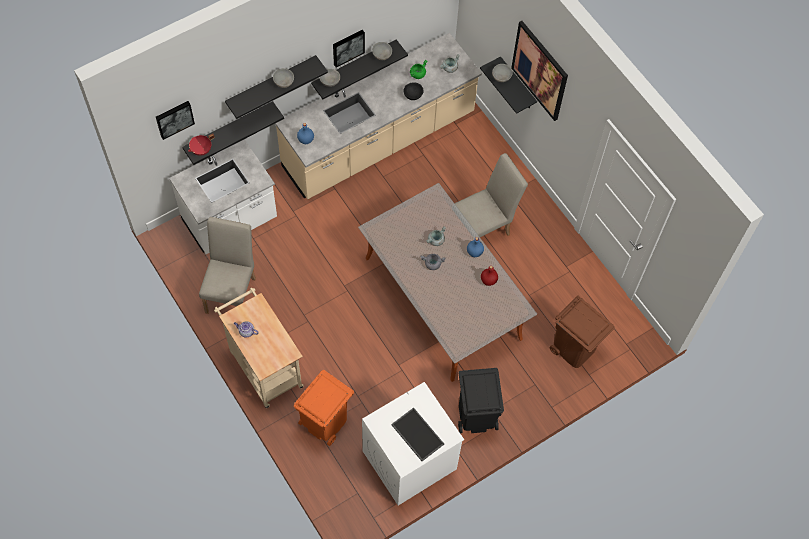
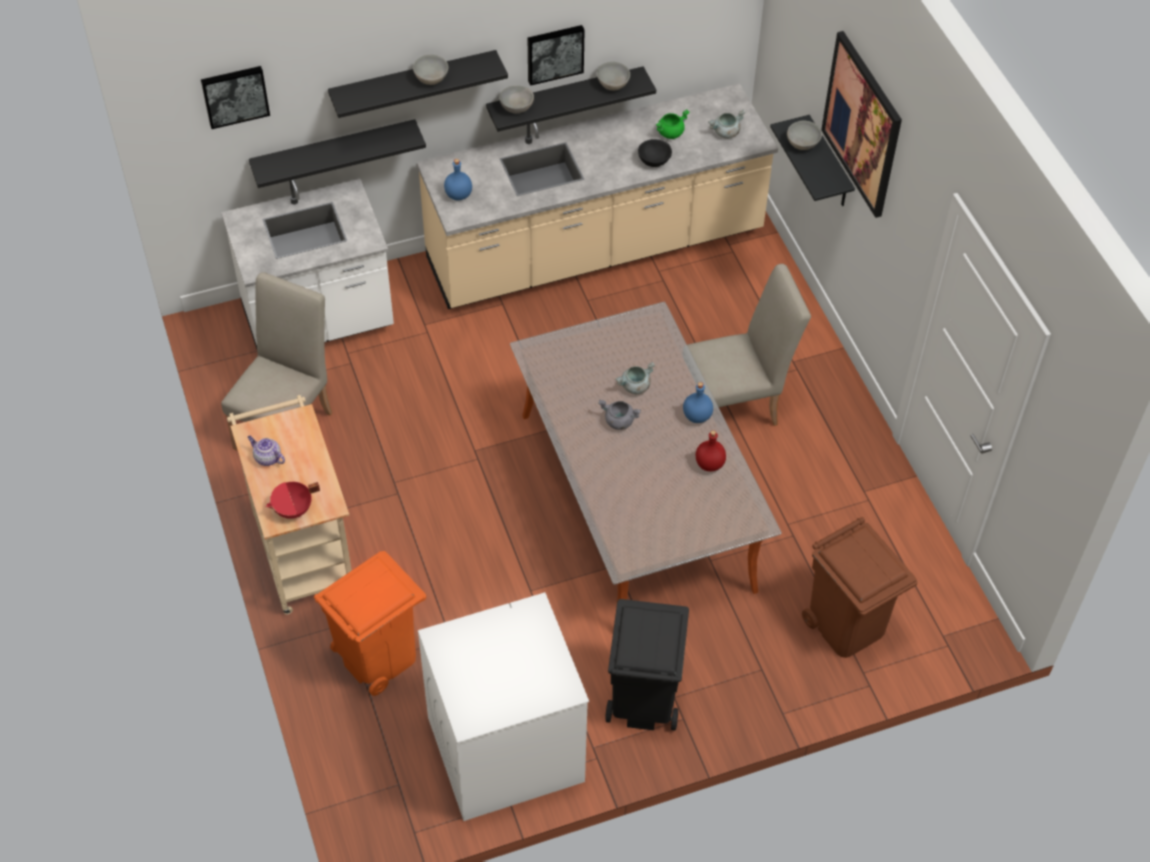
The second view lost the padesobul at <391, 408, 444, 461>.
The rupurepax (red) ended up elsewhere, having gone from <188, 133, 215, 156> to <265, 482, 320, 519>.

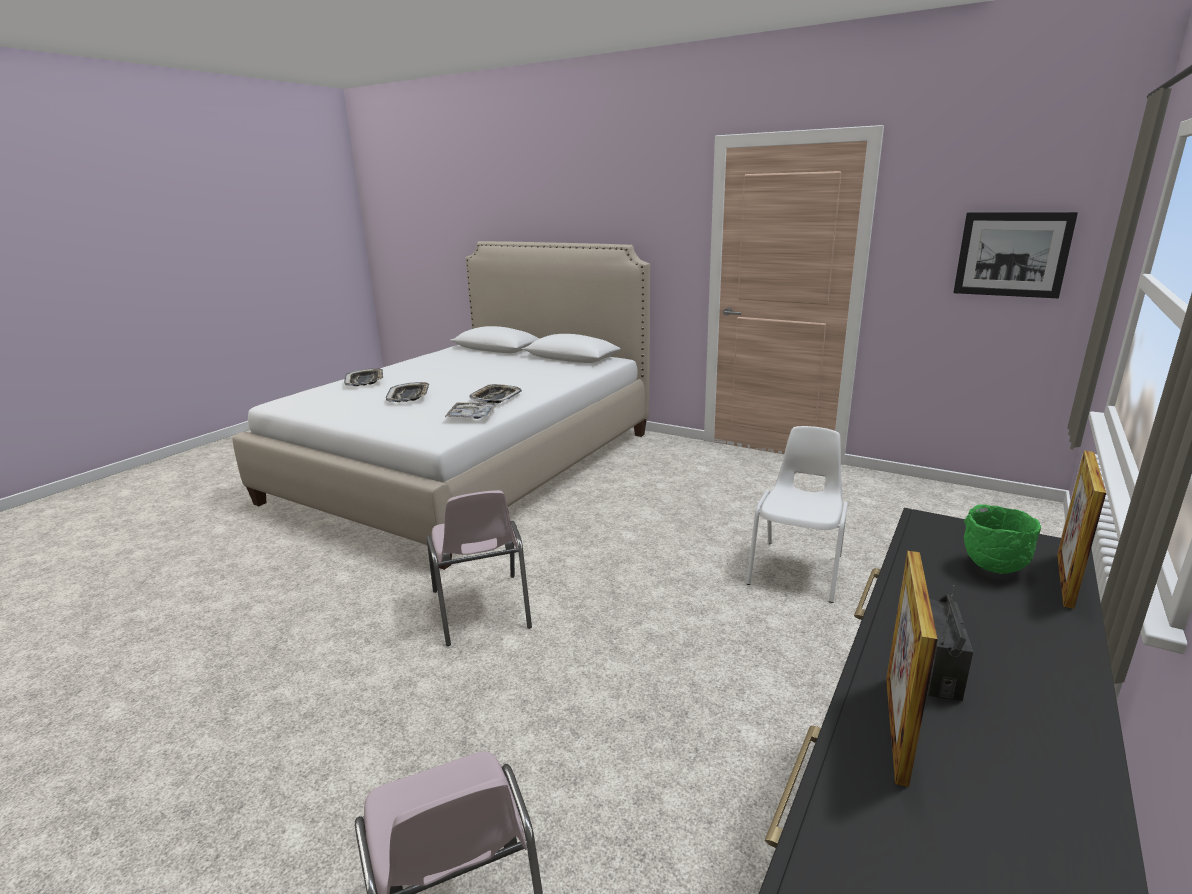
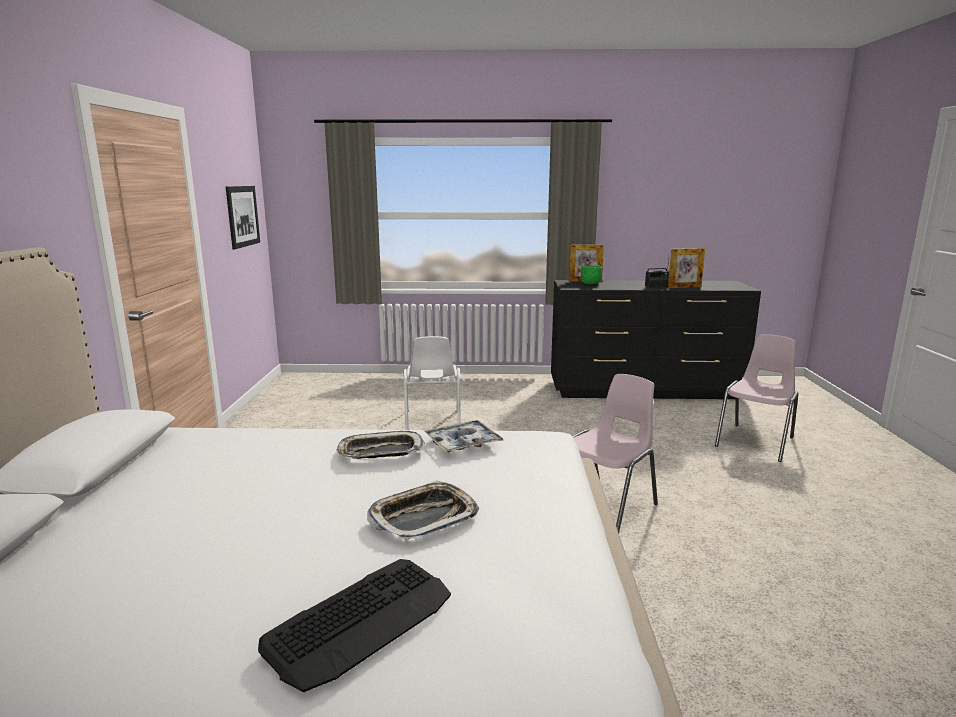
Where the padesobul stood at <344, 368, 383, 386>, the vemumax came to stand at <258, 559, 451, 692>.
The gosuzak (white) at <746, 426, 848, 603> ended up facing another way, 90 degrees counterclockwise from before.

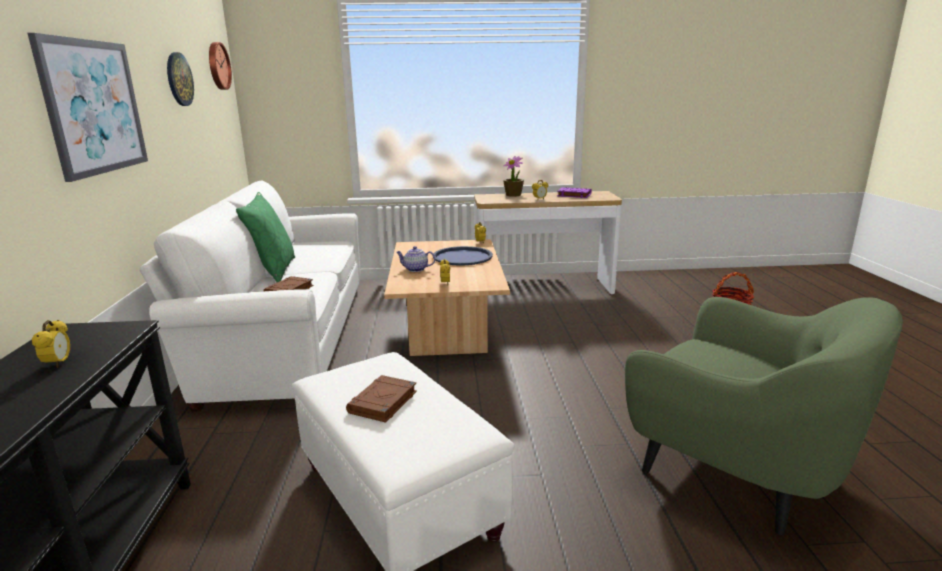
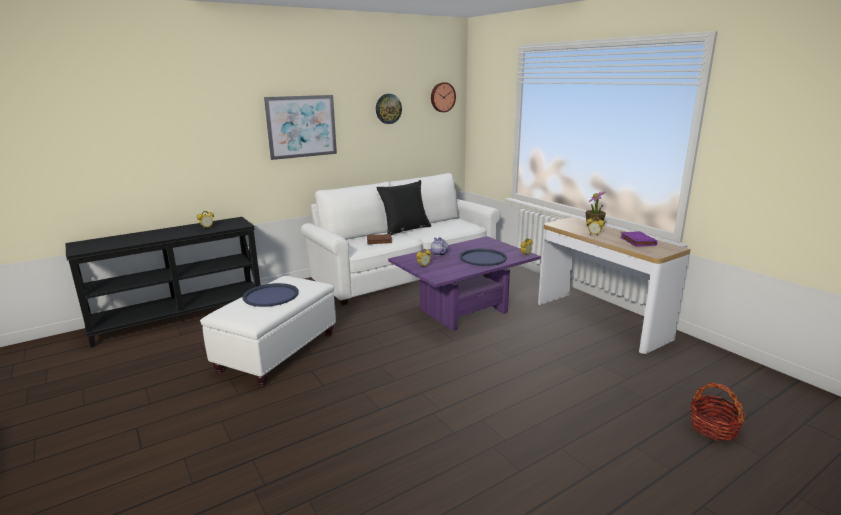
The second view lost the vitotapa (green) at <625, 297, 903, 535>.
Where the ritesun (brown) stood at <346, 375, 417, 423>, the padesobul (blue) came to stand at <242, 283, 299, 307>.
What was the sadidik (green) at <236, 192, 295, 282> turned into the sadidik (black) at <376, 180, 431, 235>.
What was the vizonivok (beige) at <384, 239, 510, 356> turned into the vizonivok (purple) at <388, 236, 541, 331>.

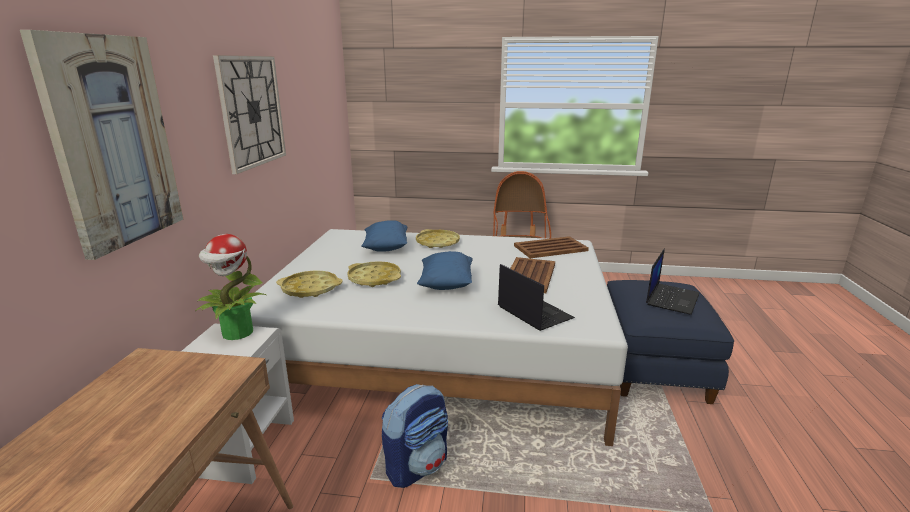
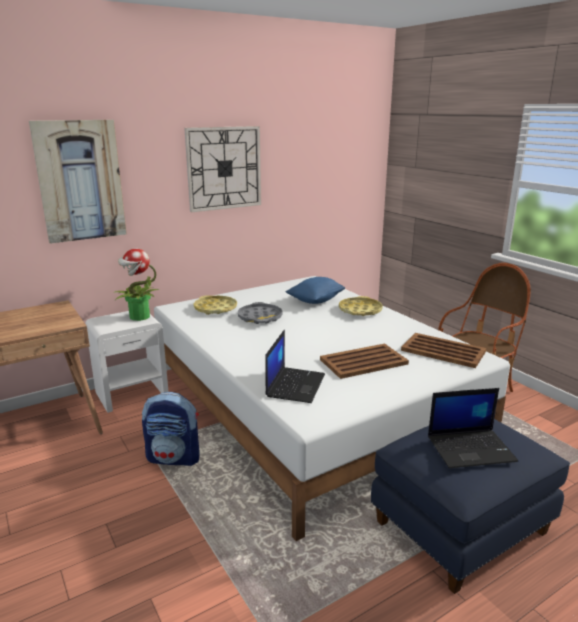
The second view lost the sadidik (blue) at <417, 251, 473, 290>.
What was the padesobul (yellow) at <347, 261, 401, 287> turned into the padesobul (grey) at <238, 302, 283, 324>.

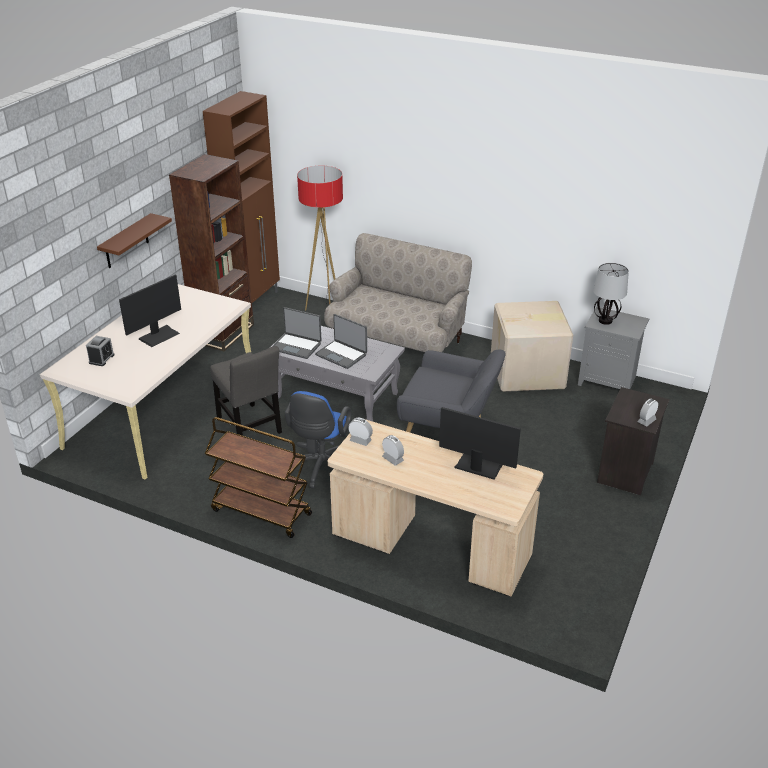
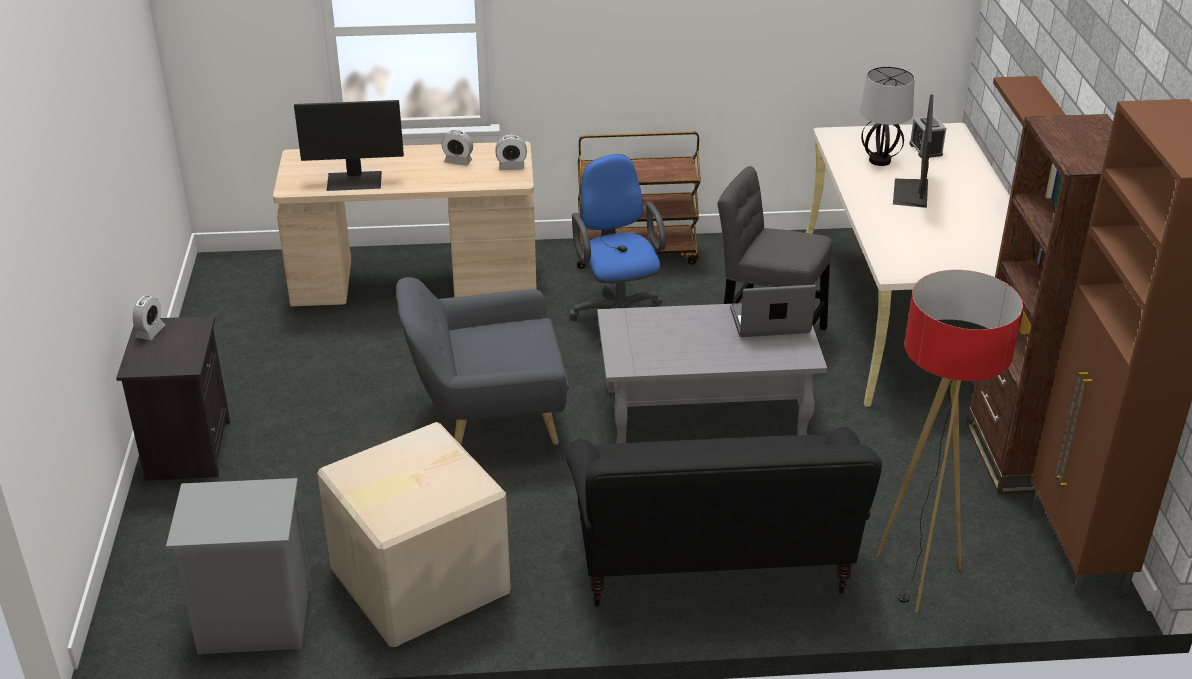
The second view lost the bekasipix at <315, 314, 367, 369>.
The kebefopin ended up elsewhere, having gone from <593, 263, 629, 325> to <859, 66, 915, 166>.
What was the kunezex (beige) at <324, 233, 472, 352> turned into the kunezex (black) at <566, 427, 882, 606>.

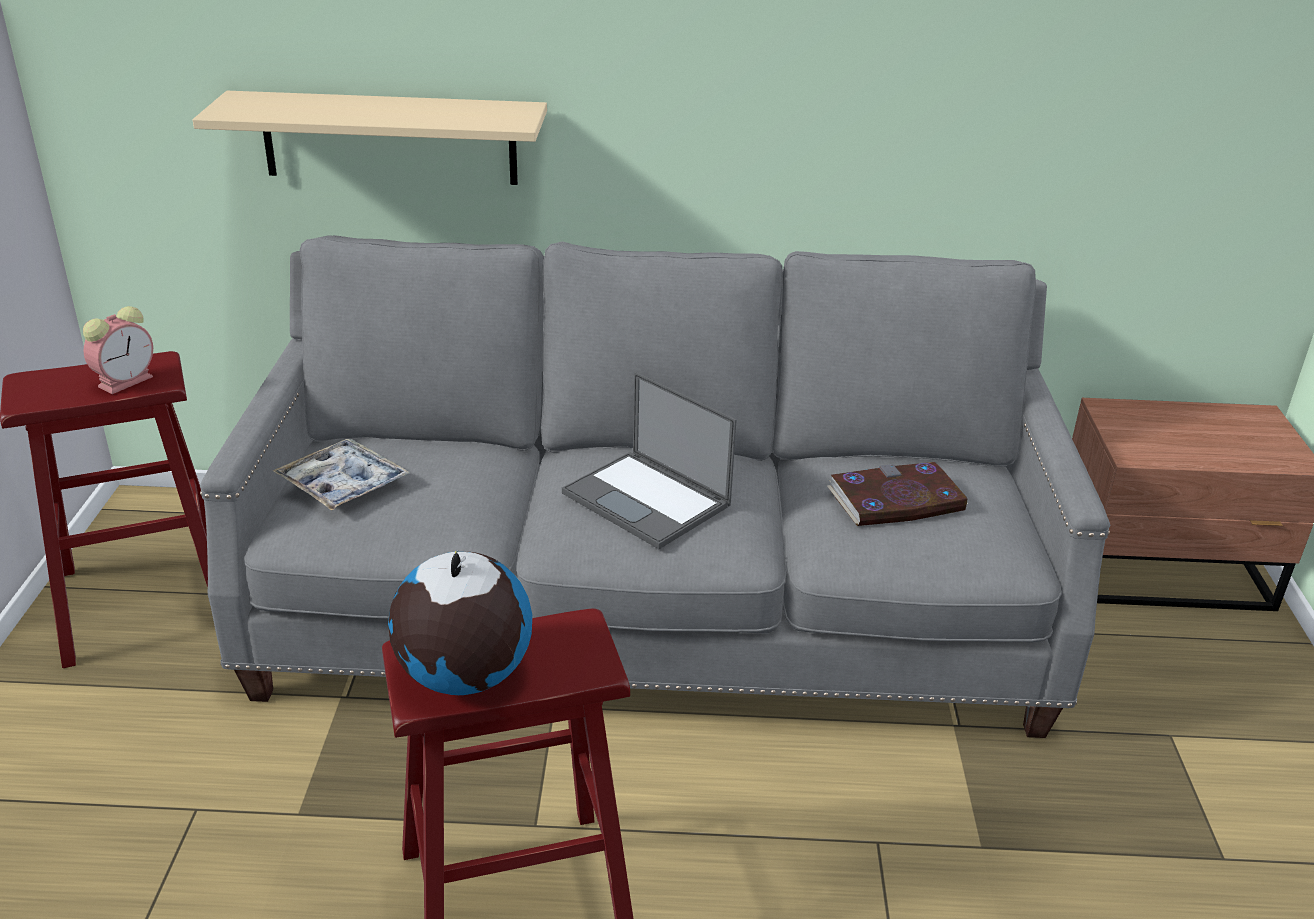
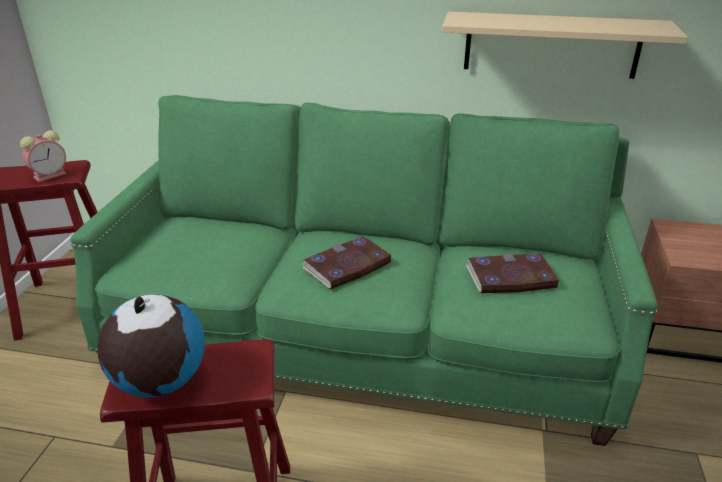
The second view lost the padesobul at <273, 439, 410, 511>.
The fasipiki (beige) ended up elsewhere, having gone from <193, 91, 547, 185> to <442, 12, 688, 79>.
Where the bekasipix stood at <562, 372, 737, 549>, the ritesun came to stand at <302, 237, 391, 289>.
What was the kunezex (grey) at <200, 235, 1111, 738> turned into the kunezex (green) at <70, 95, 658, 446>.

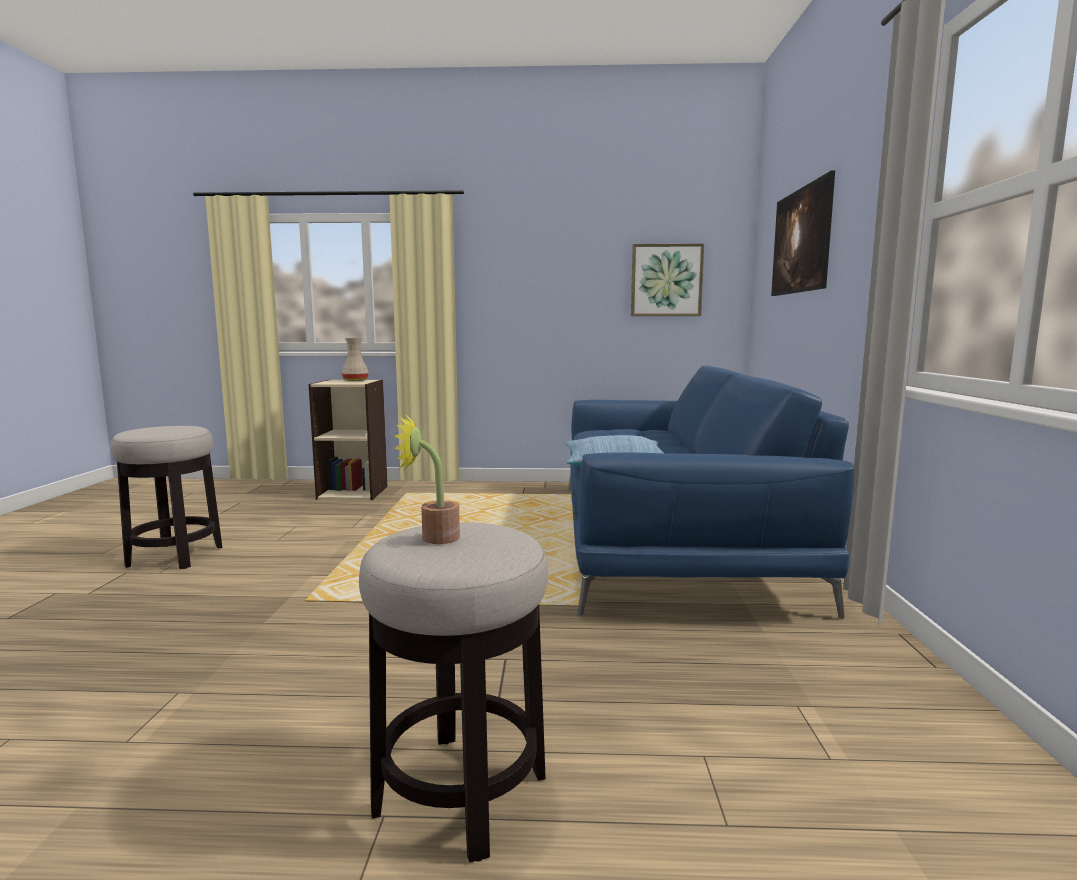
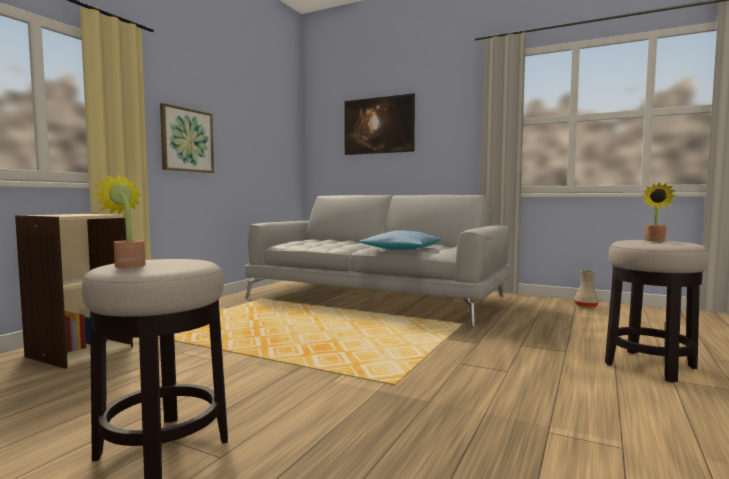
The second view gained the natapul at <93, 173, 146, 268>.
The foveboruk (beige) ended up elsewhere, having gone from <342, 338, 369, 381> to <574, 270, 599, 308>.
The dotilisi ended up elsewhere, having gone from <631, 244, 704, 316> to <160, 103, 214, 173>.
What was the kunezex (blue) at <568, 366, 854, 619> turned into the kunezex (grey) at <245, 195, 510, 327>.

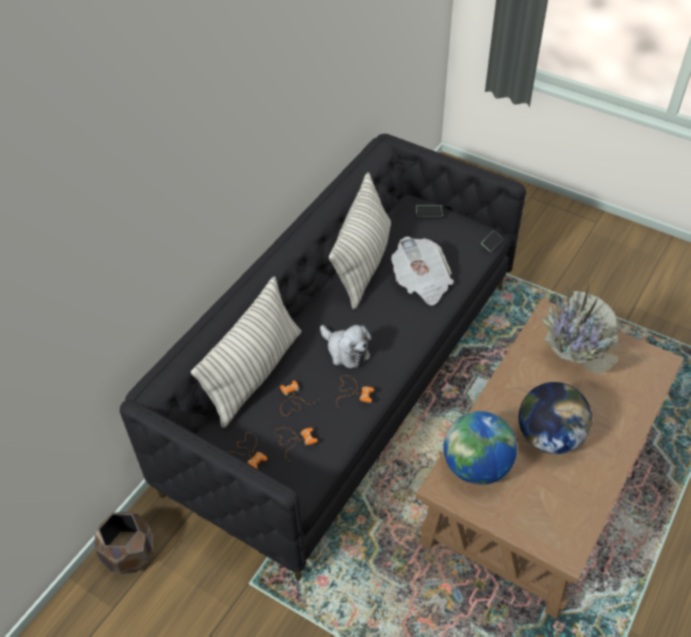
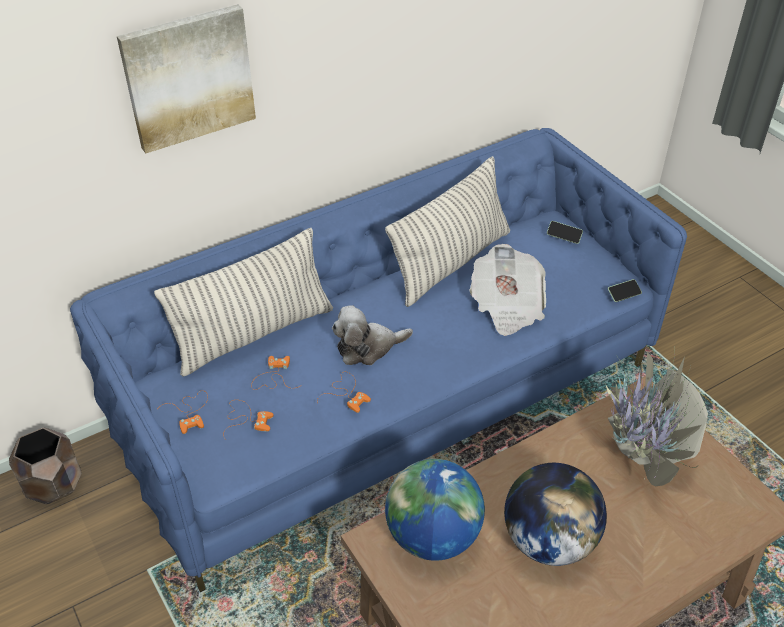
The second view gained the dotilisi at <117, 4, 256, 154>.
What was the kunezex (black) at <120, 134, 526, 581> turned into the kunezex (blue) at <70, 128, 687, 592>.
The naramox at <320, 325, 371, 368> ended up facing another way, 90 degrees clockwise from before.

